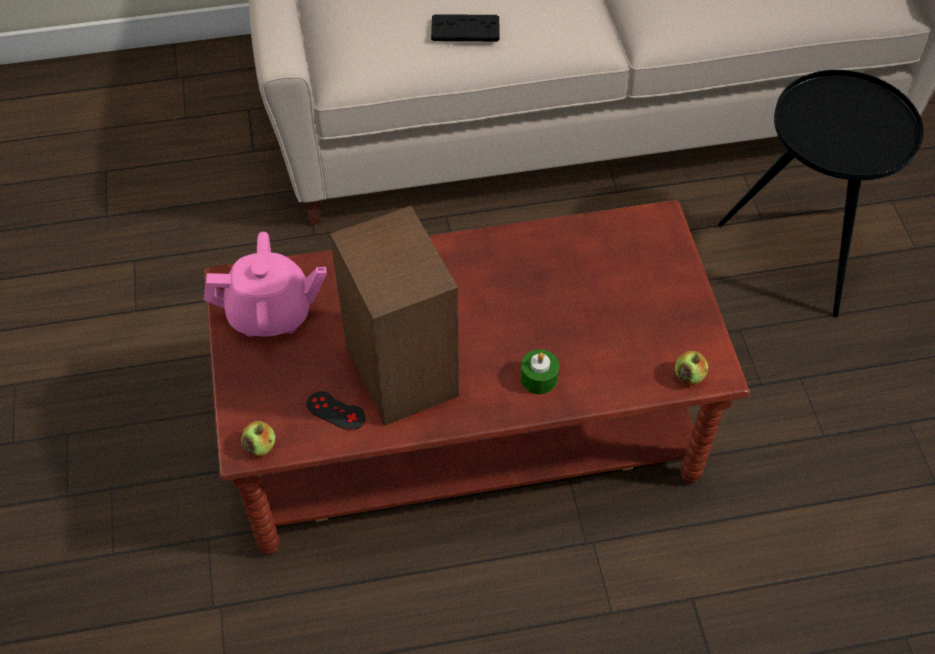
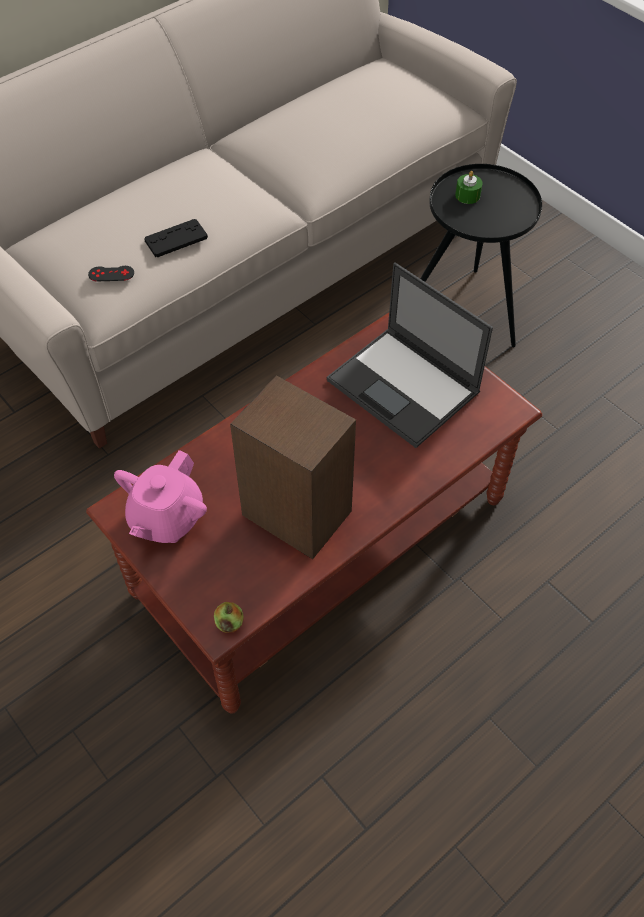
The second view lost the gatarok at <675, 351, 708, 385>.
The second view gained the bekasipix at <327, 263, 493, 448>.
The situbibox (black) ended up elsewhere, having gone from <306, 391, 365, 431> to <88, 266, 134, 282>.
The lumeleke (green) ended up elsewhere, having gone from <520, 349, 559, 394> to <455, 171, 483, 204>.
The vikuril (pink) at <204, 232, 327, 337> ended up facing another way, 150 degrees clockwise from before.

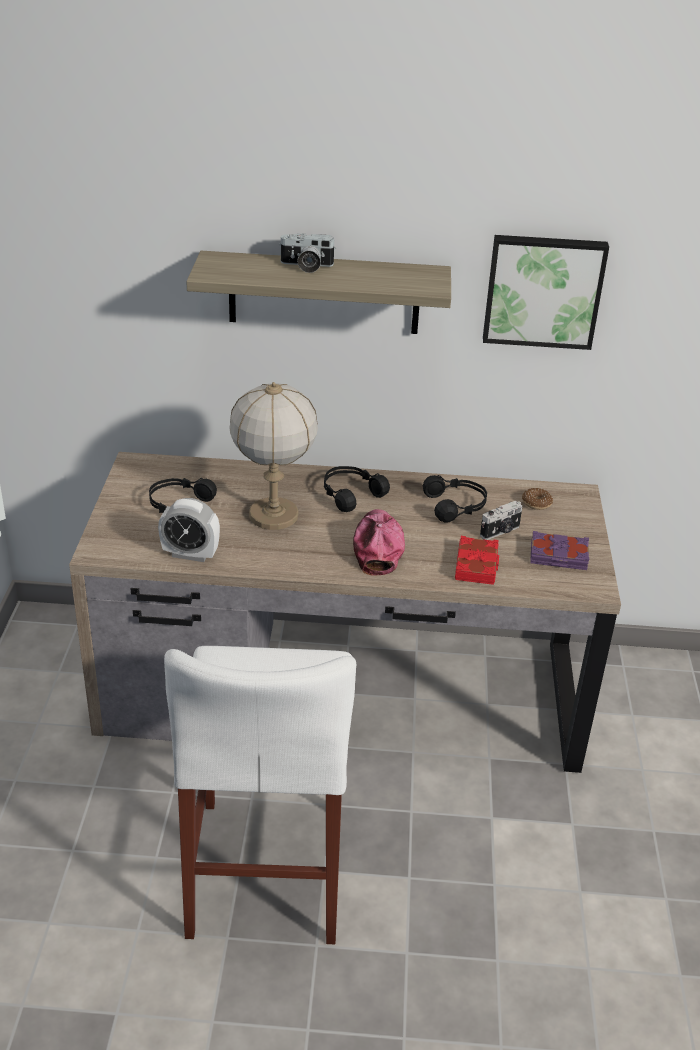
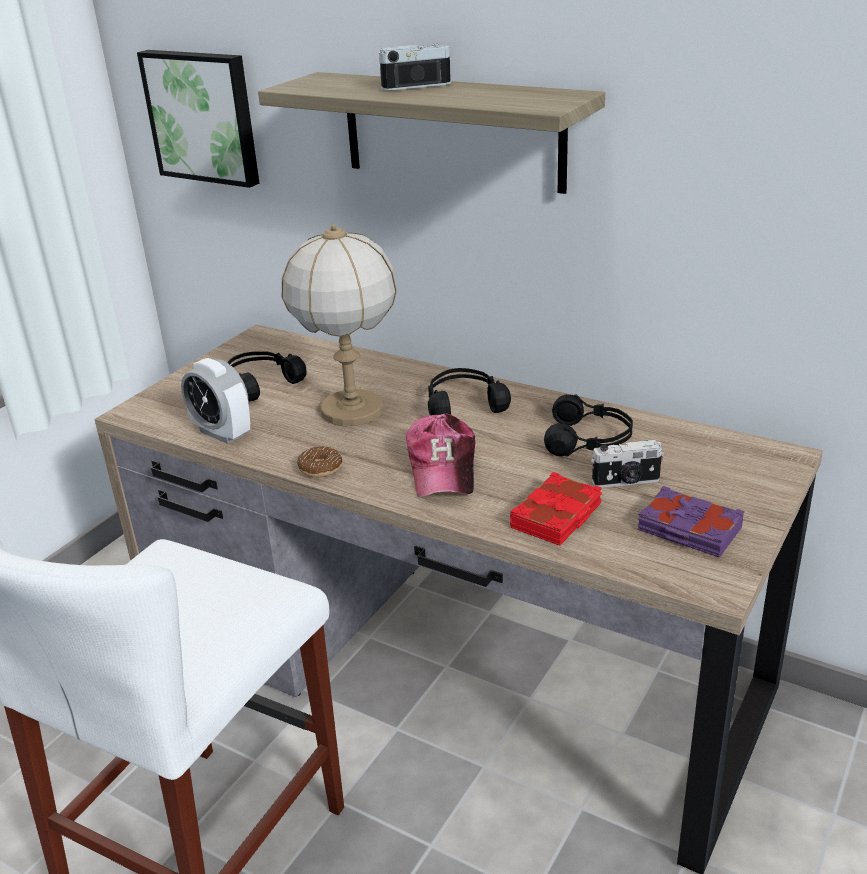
The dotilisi ended up elsewhere, having gone from <483, 235, 609, 350> to <137, 50, 260, 188>.
The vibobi ended up elsewhere, having gone from <522, 488, 553, 510> to <297, 446, 342, 478>.
The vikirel at <279, 233, 336, 273> ended up facing another way, 135 degrees clockwise from before.
The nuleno at <353, 509, 405, 576> ended up facing another way, 150 degrees clockwise from before.

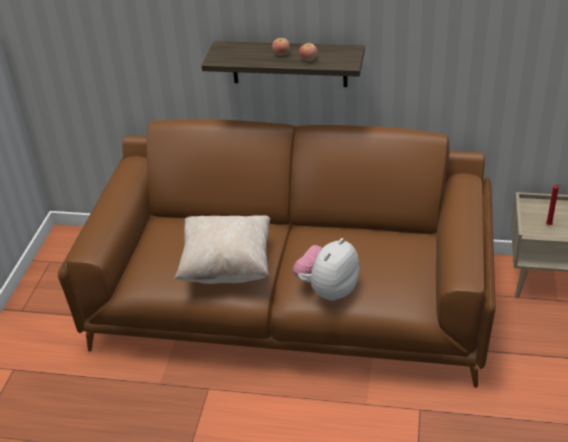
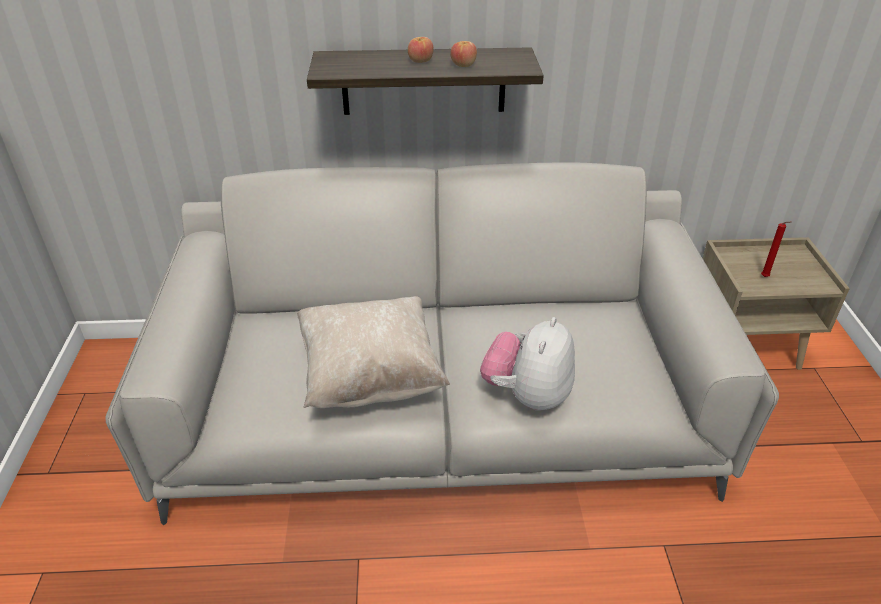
What was the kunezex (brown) at <58, 119, 496, 388> turned into the kunezex (grey) at <106, 162, 779, 525>.

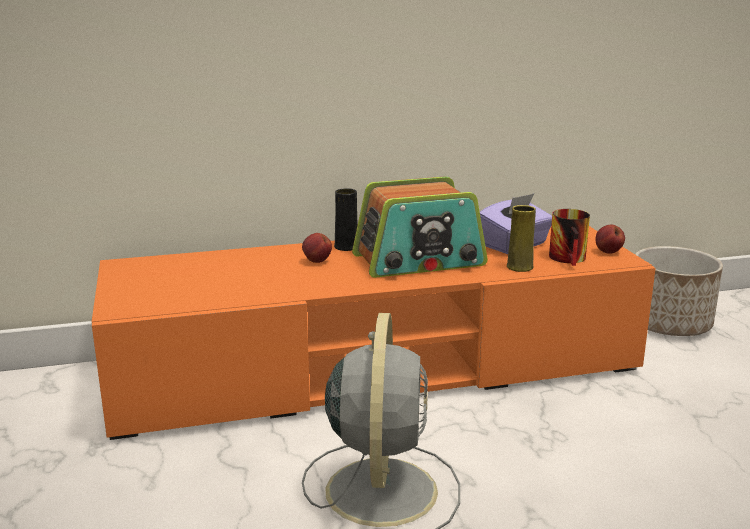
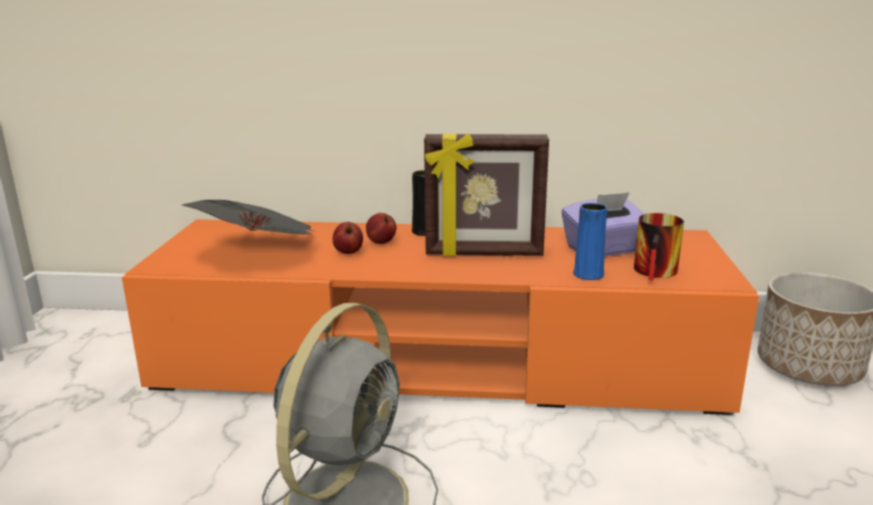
The second view gained the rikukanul at <182, 200, 313, 235>.
The gatarok ended up elsewhere, having gone from <596, 224, 625, 254> to <332, 222, 363, 254>.
Where the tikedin stood at <352, 176, 488, 278>, the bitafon came to stand at <424, 133, 549, 257>.
What was the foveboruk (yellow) at <507, 205, 536, 272> turned into the foveboruk (blue) at <573, 203, 607, 280>.

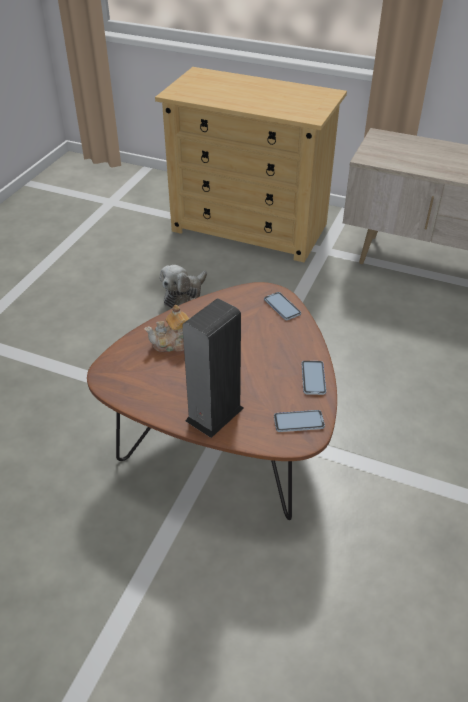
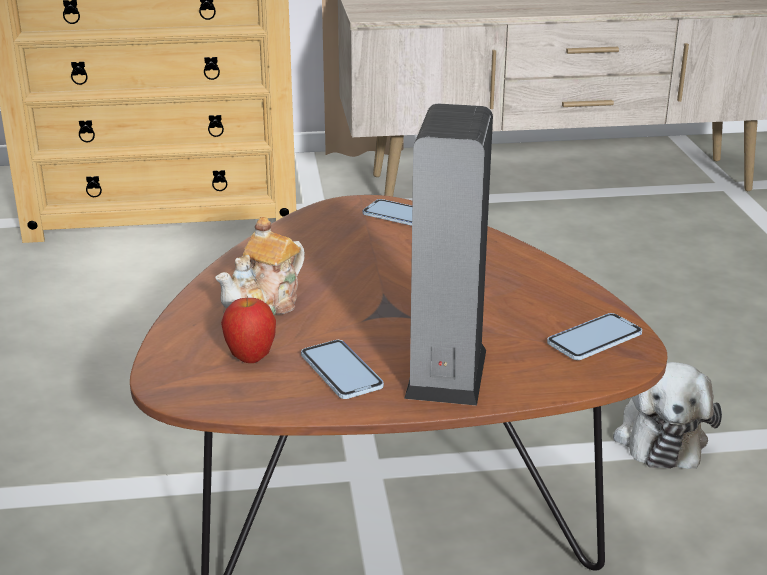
The second view gained the gatarok at <221, 296, 276, 363>.
The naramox ended up elsewhere, having gone from <160, 265, 207, 308> to <613, 362, 722, 469>.
The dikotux ended up elsewhere, having gone from <302, 361, 326, 395> to <301, 340, 384, 399>.

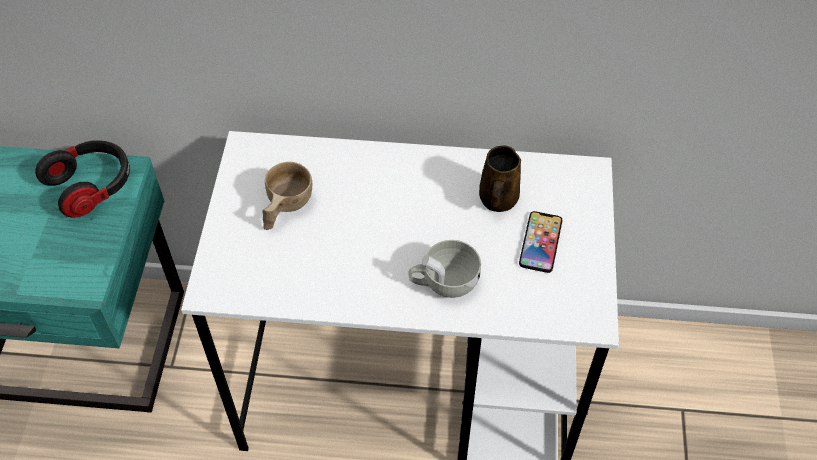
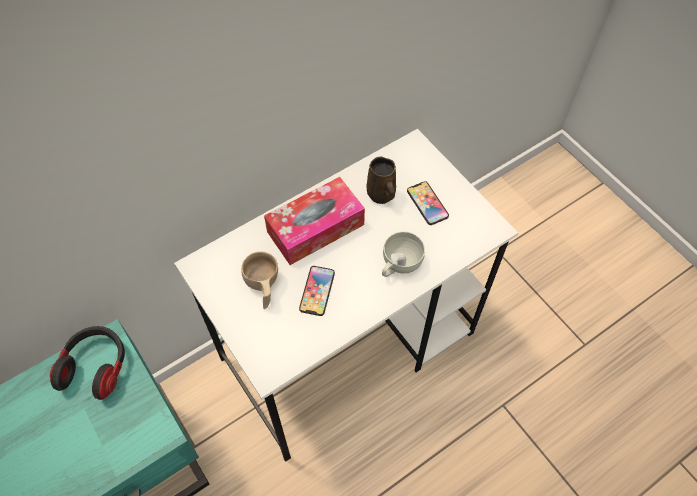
The second view gained the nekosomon at <264, 177, 365, 265>.
The second view gained the dikotux at <299, 266, 335, 316>.

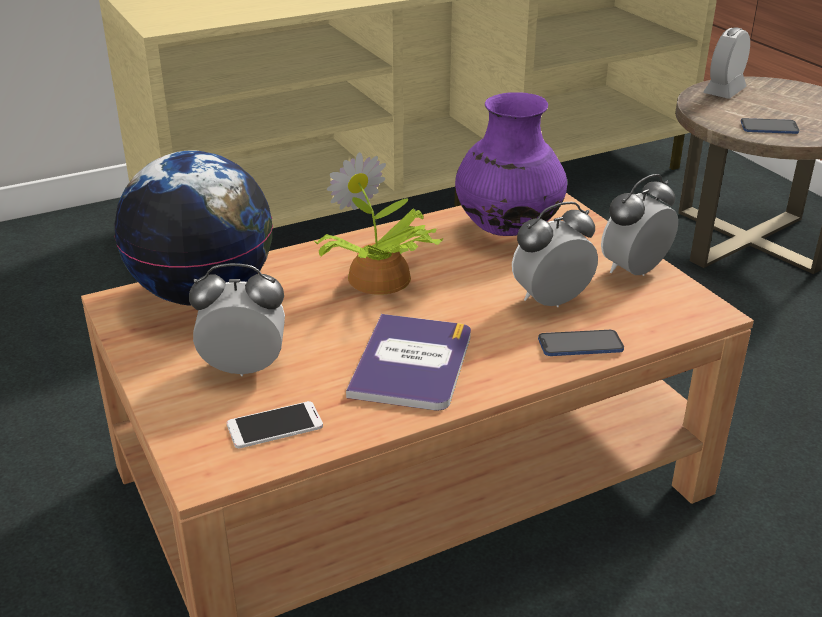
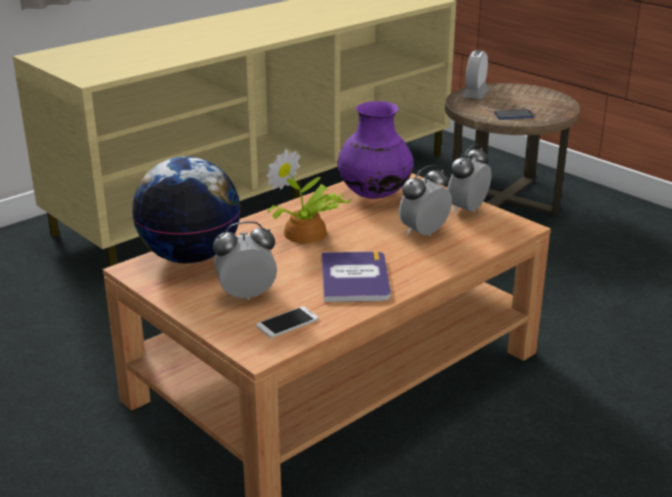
The second view lost the dikotux at <538, 330, 624, 356>.

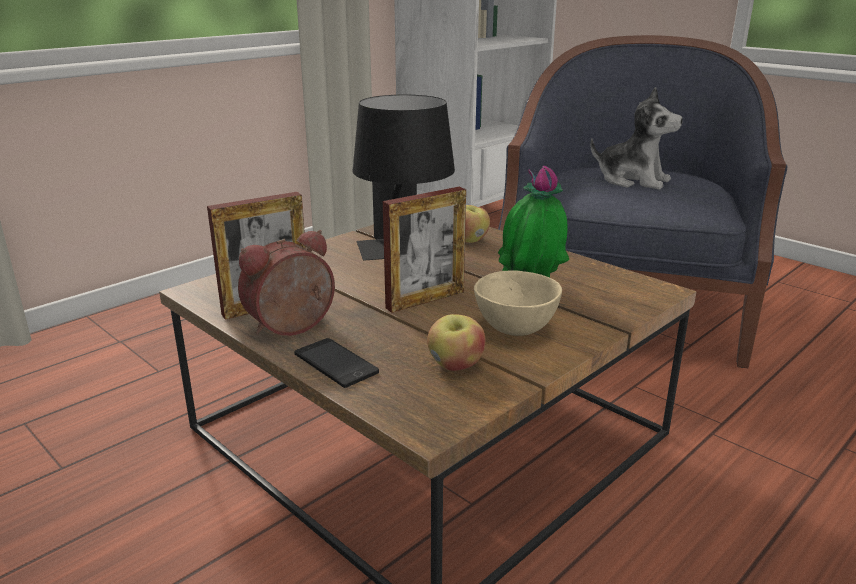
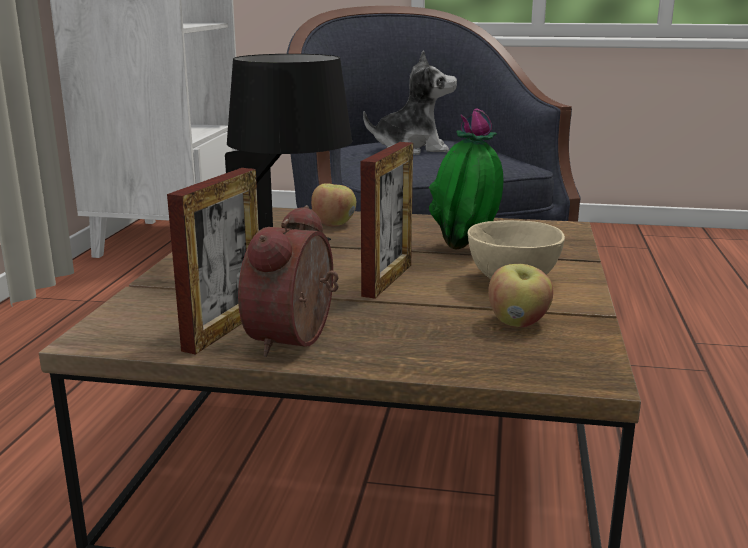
The second view lost the dikotux at <294, 338, 379, 388>.

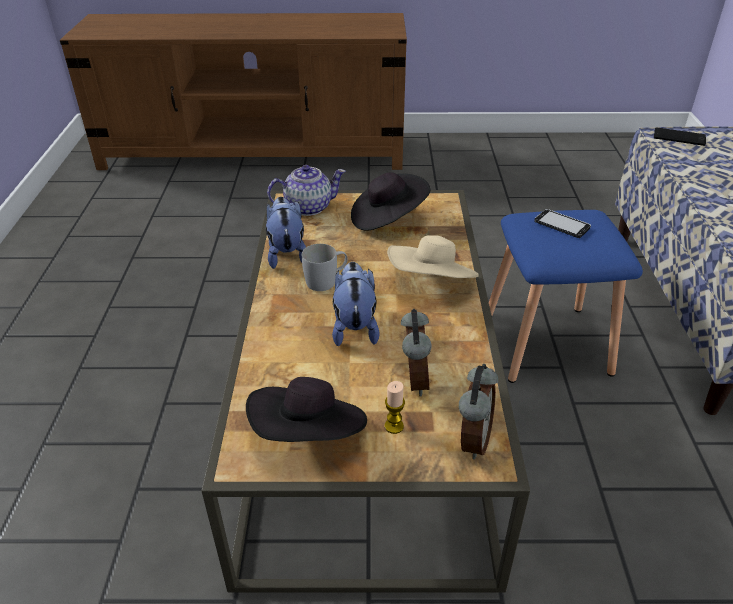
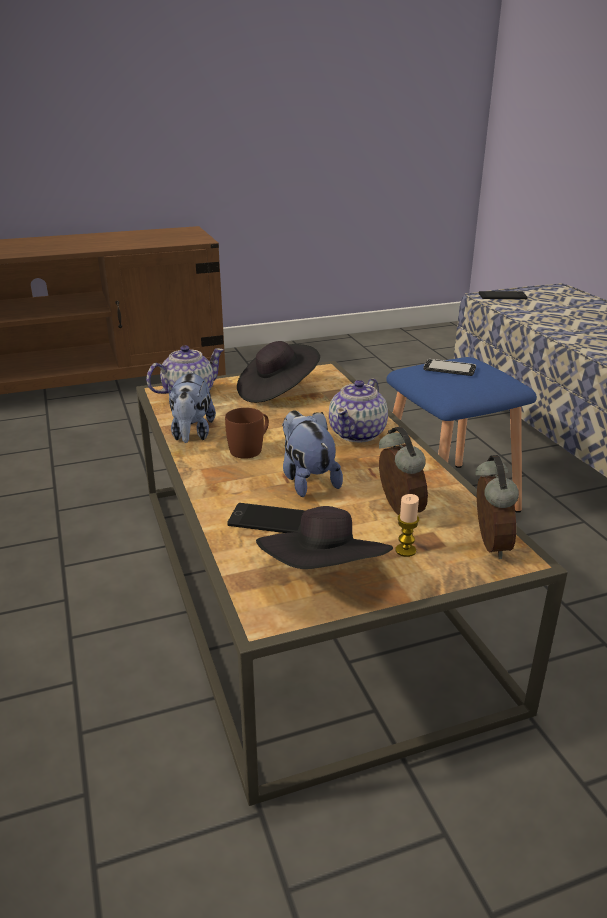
The second view gained the dikotux at <227, 503, 306, 533>.
Where the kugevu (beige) stood at <387, 235, 479, 278>, the vikuril came to stand at <329, 378, 388, 442>.
What was the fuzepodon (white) at <302, 244, 348, 291> turned into the fuzepodon (brown) at <225, 408, 269, 459>.
The naramox at <266, 197, 306, 269> ended up facing another way, 150 degrees counterclockwise from before.

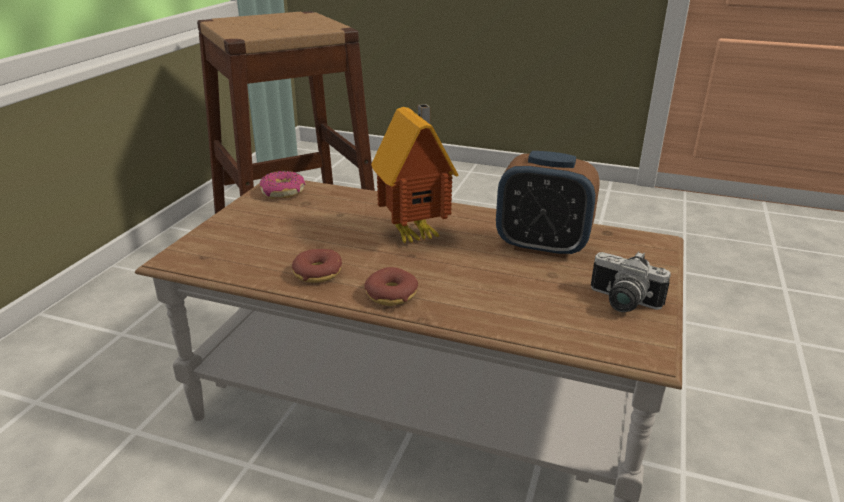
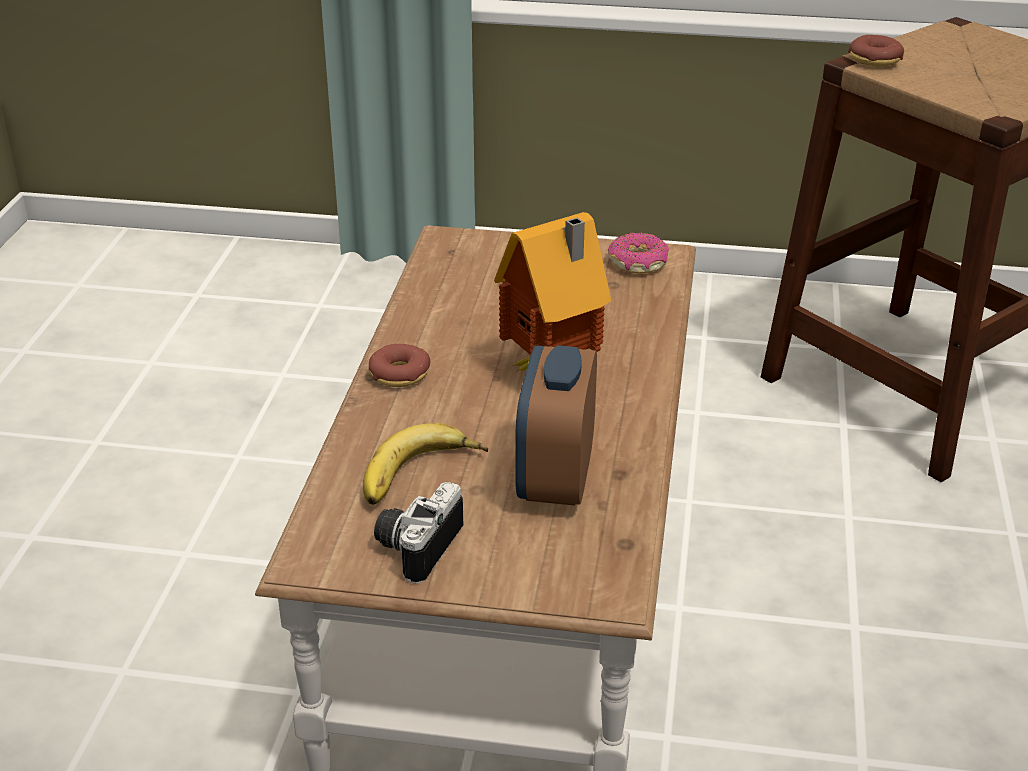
The second view gained the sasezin at <363, 423, 488, 505>.
The vibobi ended up elsewhere, having gone from <292, 249, 342, 283> to <848, 35, 904, 67>.

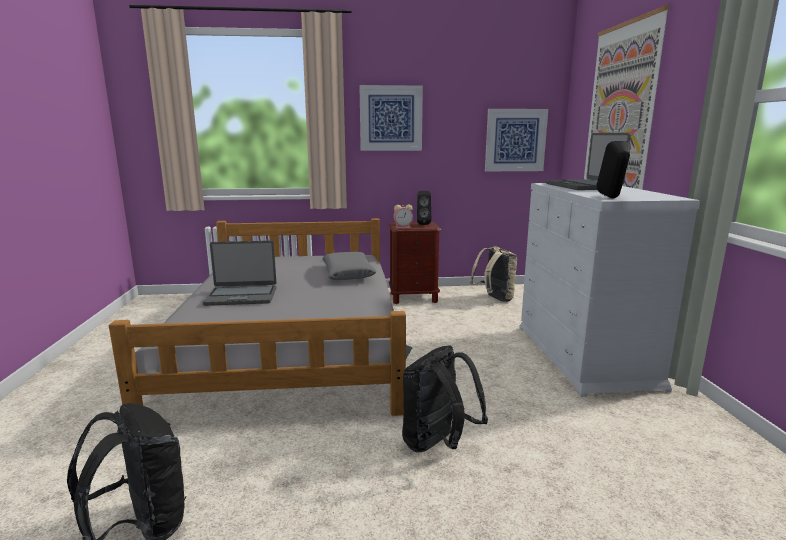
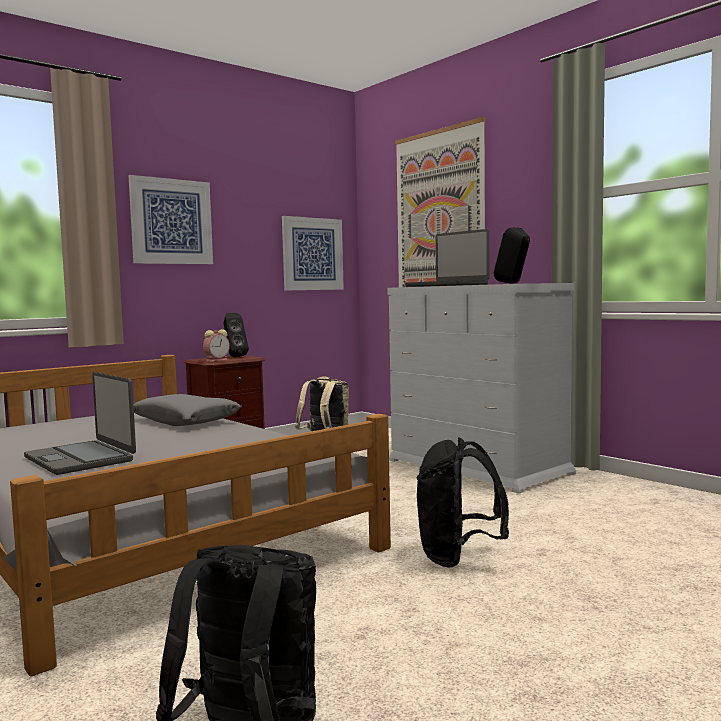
The bekasipix at <203, 241, 277, 306> ended up facing another way, 90 degrees clockwise from before.

